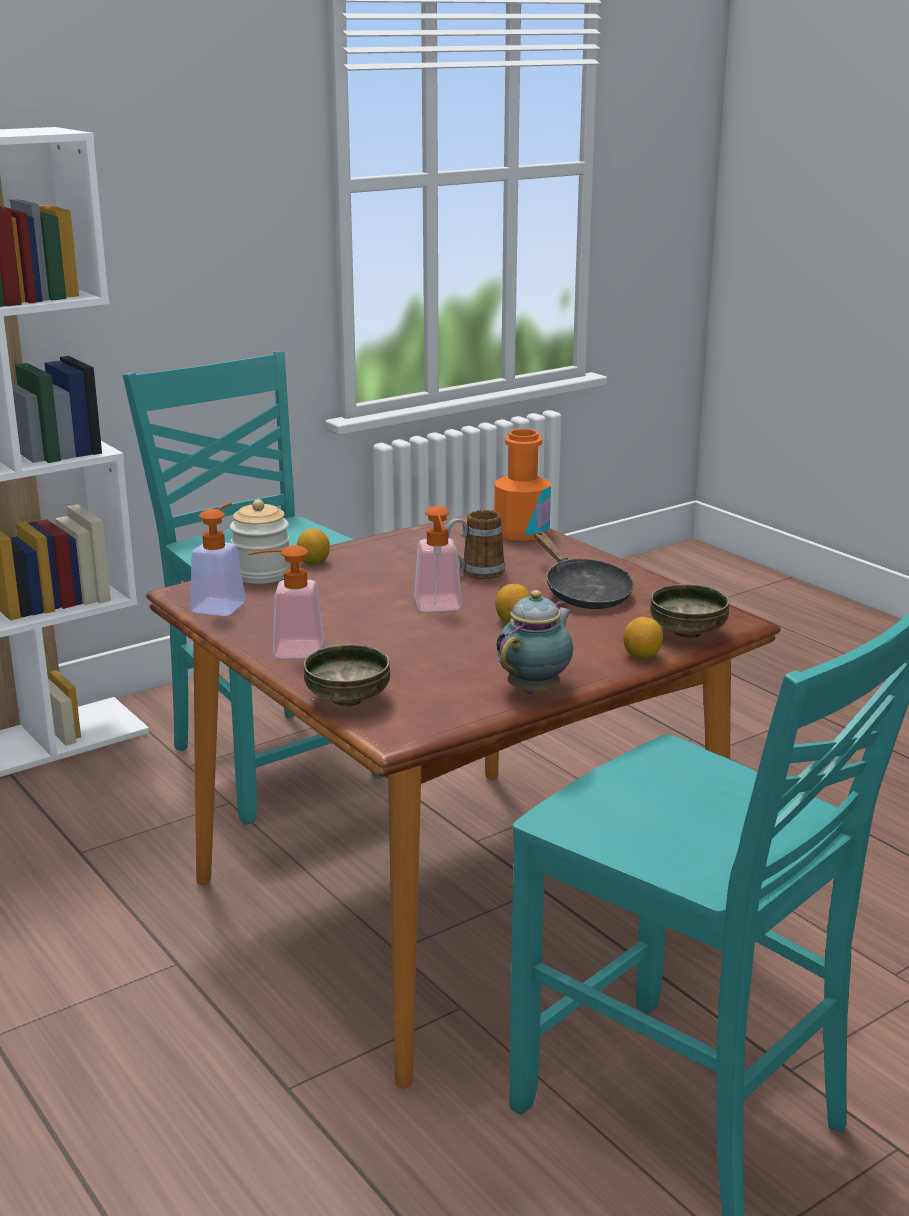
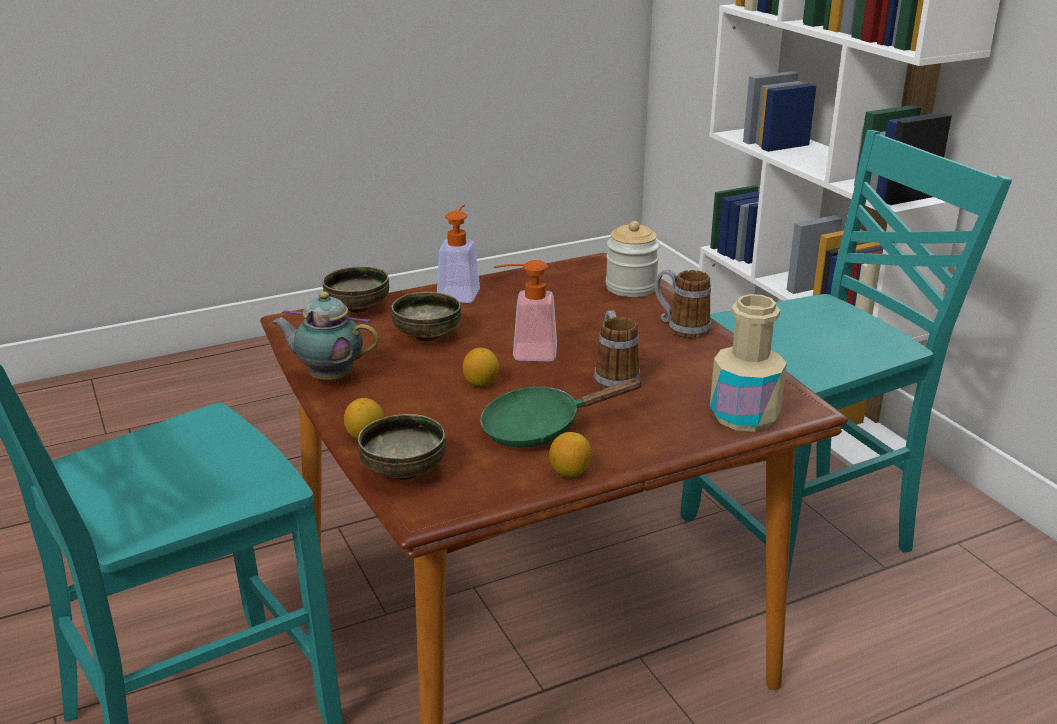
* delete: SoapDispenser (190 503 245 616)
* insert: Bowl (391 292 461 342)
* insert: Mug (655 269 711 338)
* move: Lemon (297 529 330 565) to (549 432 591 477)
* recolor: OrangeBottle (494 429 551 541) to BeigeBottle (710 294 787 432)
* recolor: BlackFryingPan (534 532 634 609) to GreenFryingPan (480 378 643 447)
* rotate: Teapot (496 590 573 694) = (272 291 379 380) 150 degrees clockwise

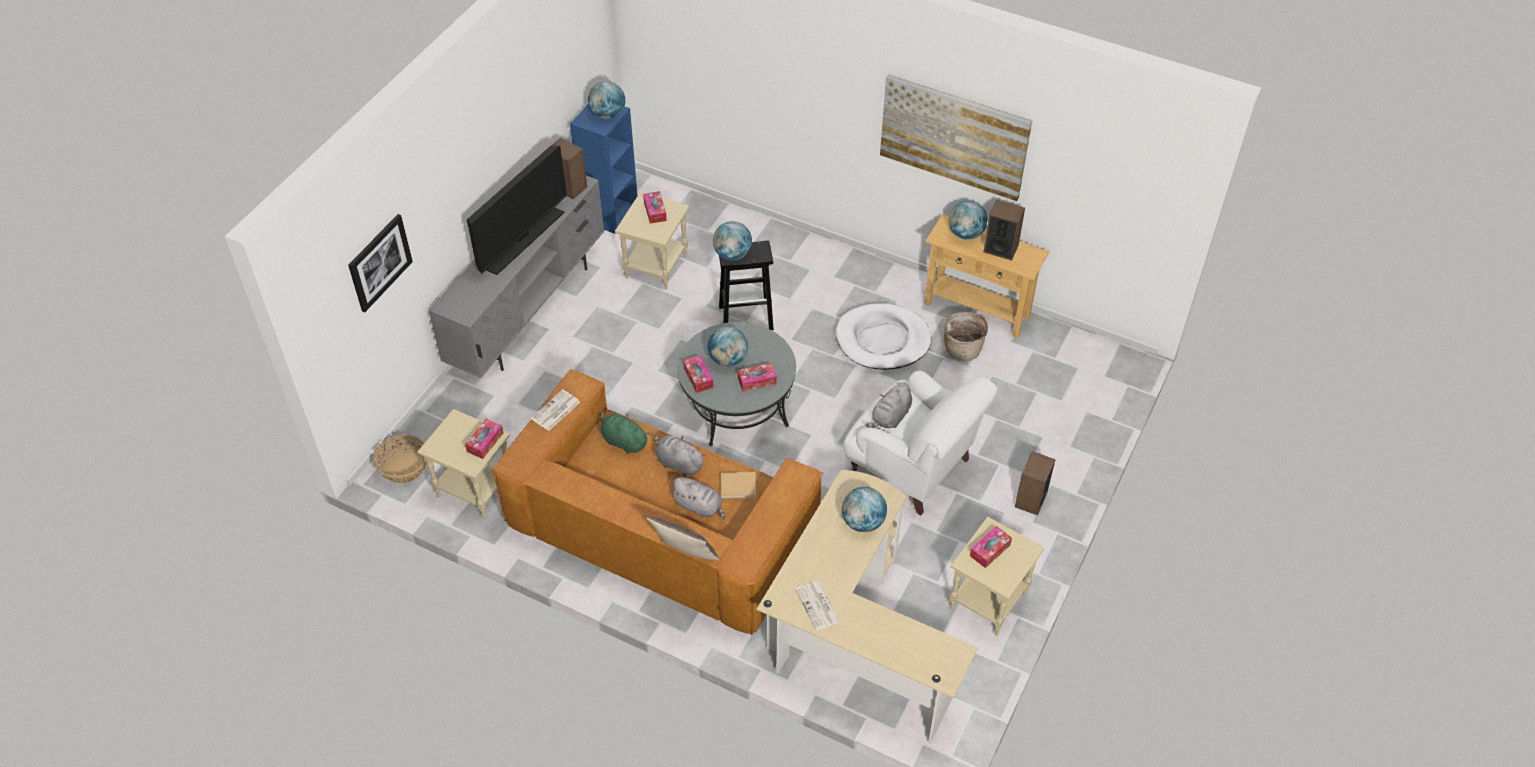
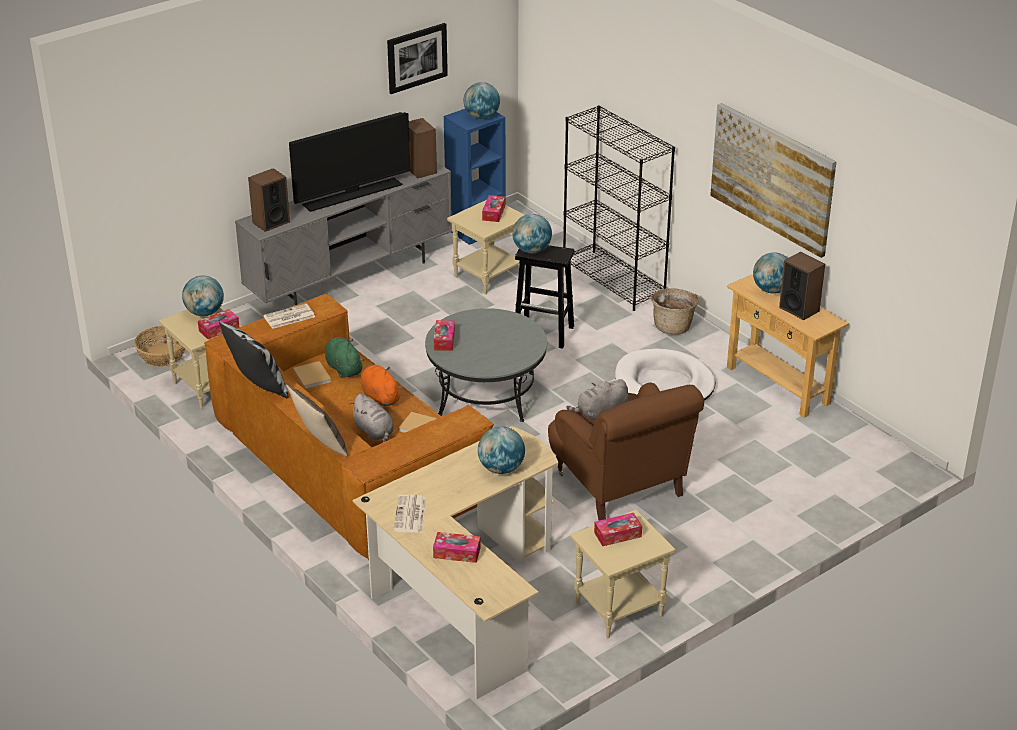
* insert: Pillow (219 321 289 398)
* insert: BeigeBook (293 361 331 389)
* insert: BlackBookcase (563 105 675 311)
* move: Picture (348 214 413 312) to (387 23 448 94)
* move: Globe (708 326 748 367) to (182 276 224 316)
* move: TissueBox (738 363 777 391) to (433 532 481 563)
* move: Basket (944 312 988 361) to (651 288 699 334)
* move: Speaker (1015 451 1056 515) to (248 168 290 232)
* recolor: GreyPlushToy (654 435 706 477) to OrangePlushToy (360 365 402 406)
* recolor: WhiteArmchair (843 370 998 516) to BrownArmchair (548 382 704 521)

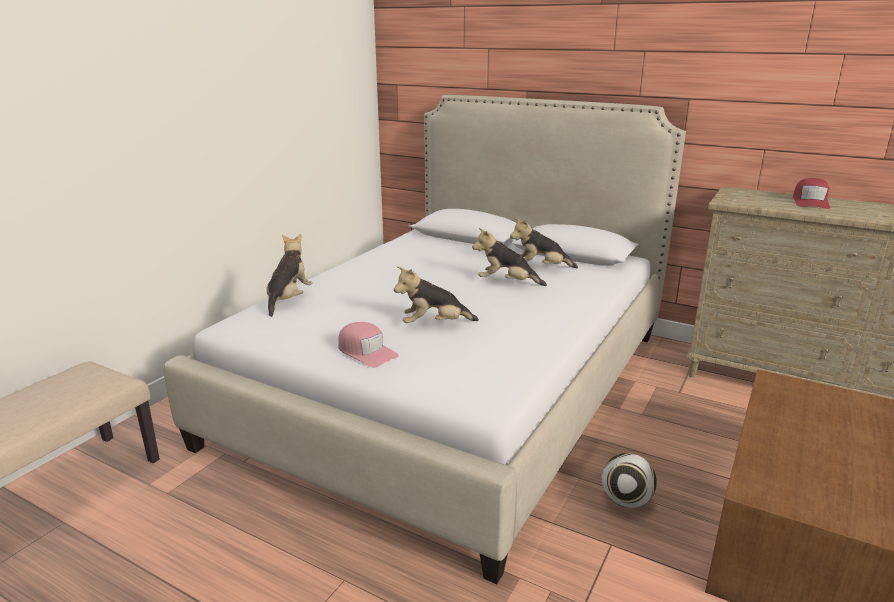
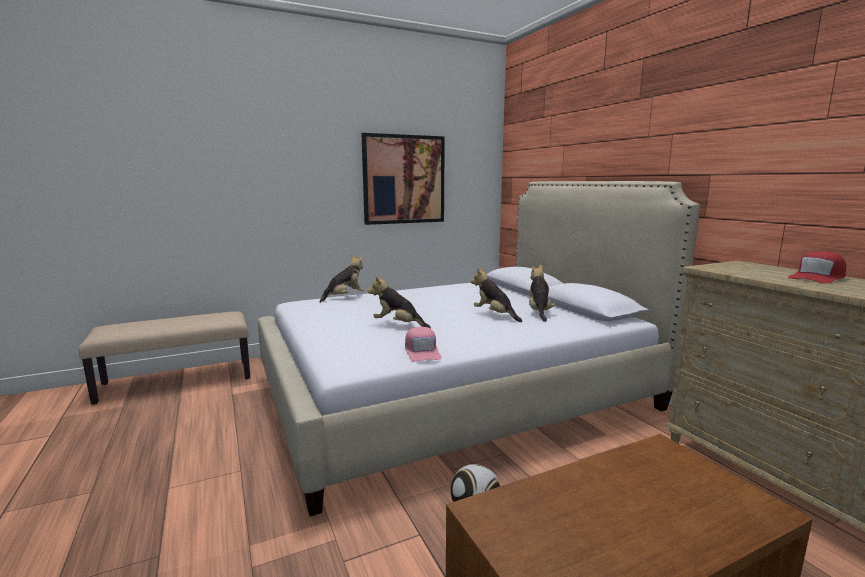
* insert: Picture (361 133 445 225)
* move: PinkCap (338 322 399 367) to (405 327 442 362)
* rotate: PlushToy (510 218 578 268) = (529 265 556 322) 60 degrees clockwise

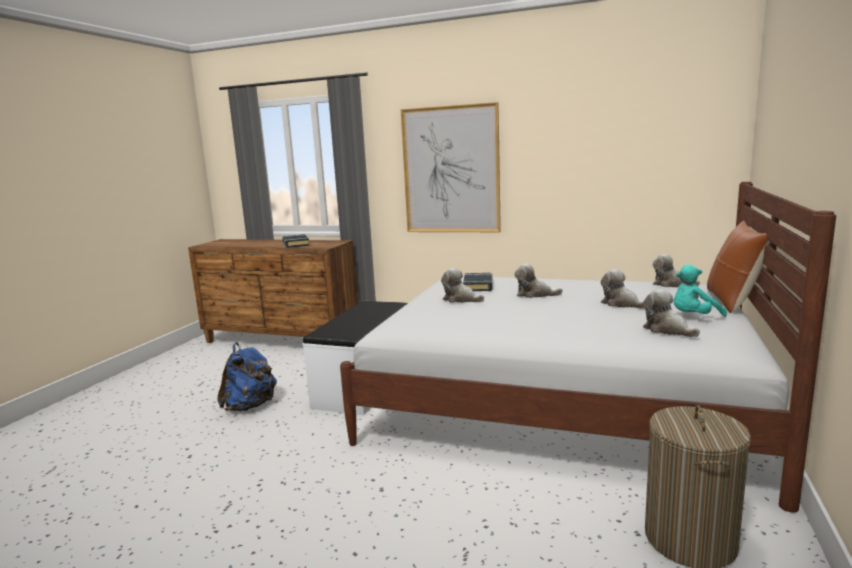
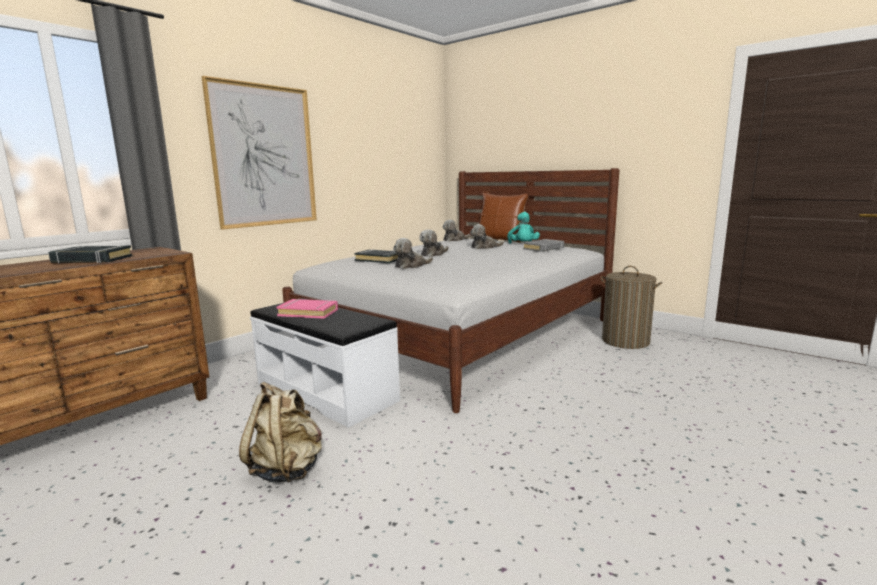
* insert: PinkBook (276 299 338 319)
* replace: PlushToy (643 289 700 337) to GreyBook (523 239 564 252)
* recolor: BlueBackpack (217 342 277 411) to BeigeBackpack (239 382 322 483)

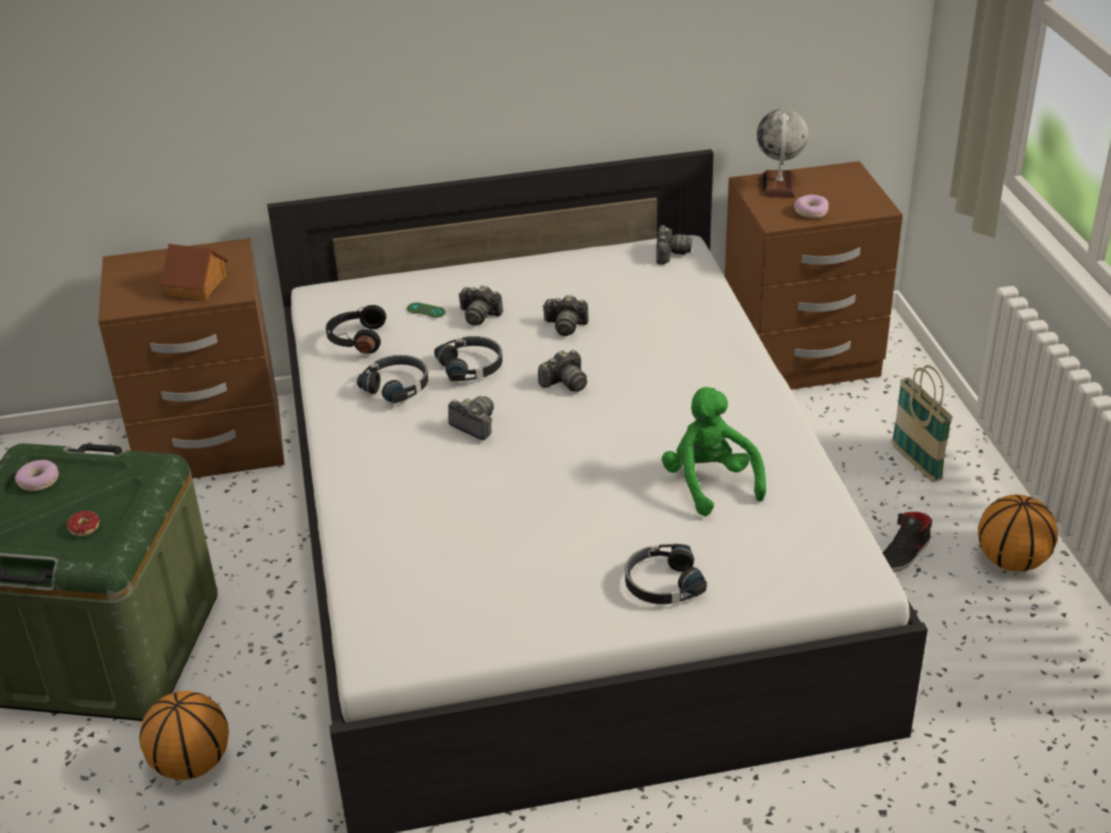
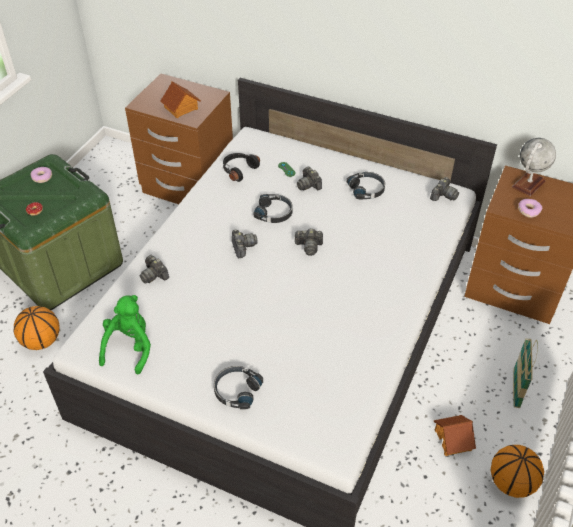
* move: BlackHeadphones (357 355 428 404) to (347 172 385 200)
* move: PhotoCamera (542 295 589 336) to (140 255 169 284)
* move: GreenPlushToy (662 387 766 516) to (99 295 151 374)
* replace: BlackShoe (882 512 932 572) to ToyHouse (434 415 476 456)

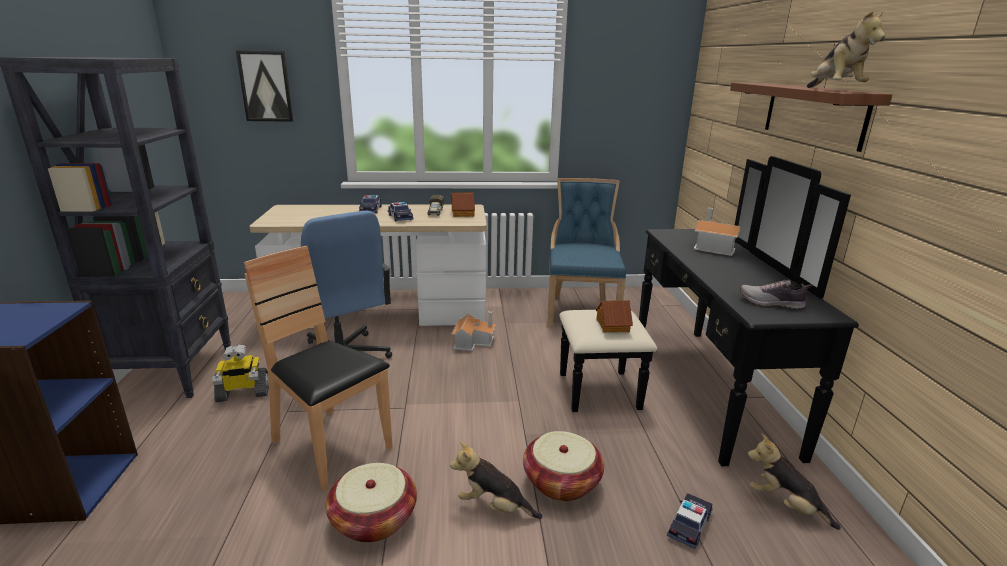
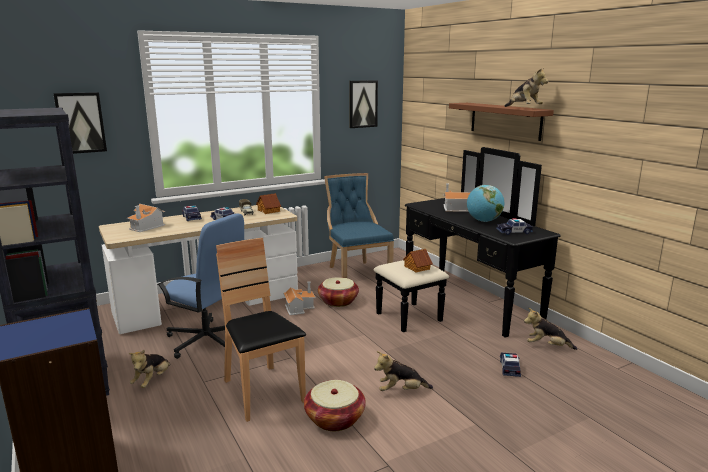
* insert: ToyHouse (127 204 165 232)
* insert: Picture (349 80 378 128)
* insert: Globe (467 185 504 222)
* move: Basket (523 431 604 501) to (318 277 359 307)
* replace: ToyRobot (212 344 269 402) to PlushToy (129 350 171 388)
* replace: Shoe (740 279 813 309) to ToyCar (496 218 533 235)
* rotate: BrownChair (244 246 393 491) = (216 238 306 422) 45 degrees clockwise

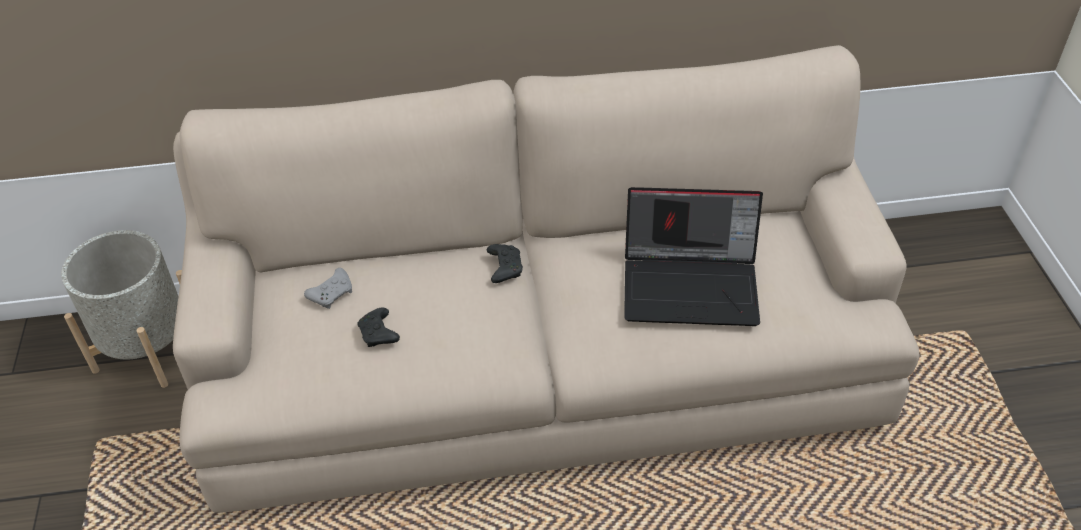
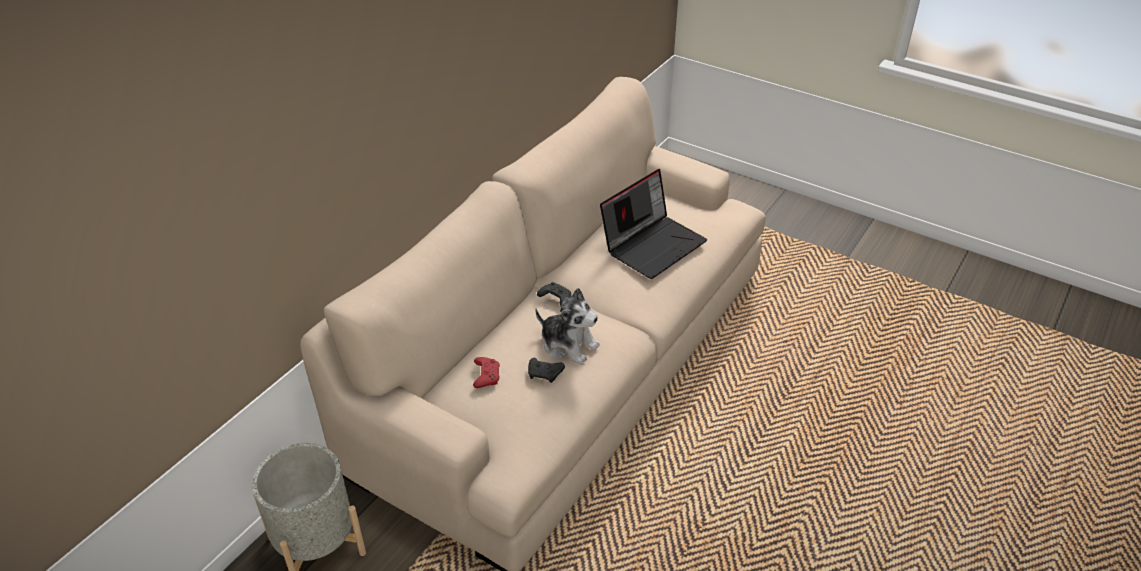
* insert: PlushToy (535 288 600 365)
* recolor: GreyGameController (304 268 352 309) to RedGameController (473 357 500 388)

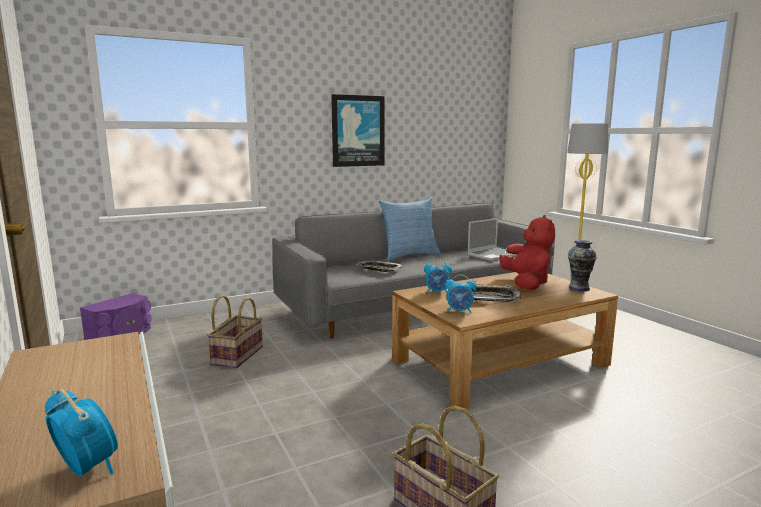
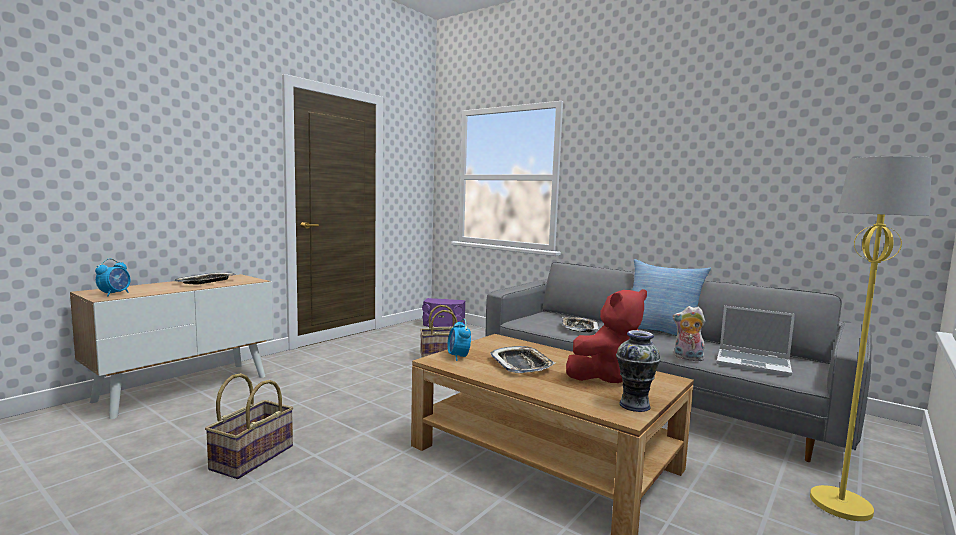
* delete: Picture (331 94 385 167)
* delete: AlarmClock (424 259 452 293)
* insert: Tray (174 272 236 285)
* insert: PlushToy (673 306 705 361)

